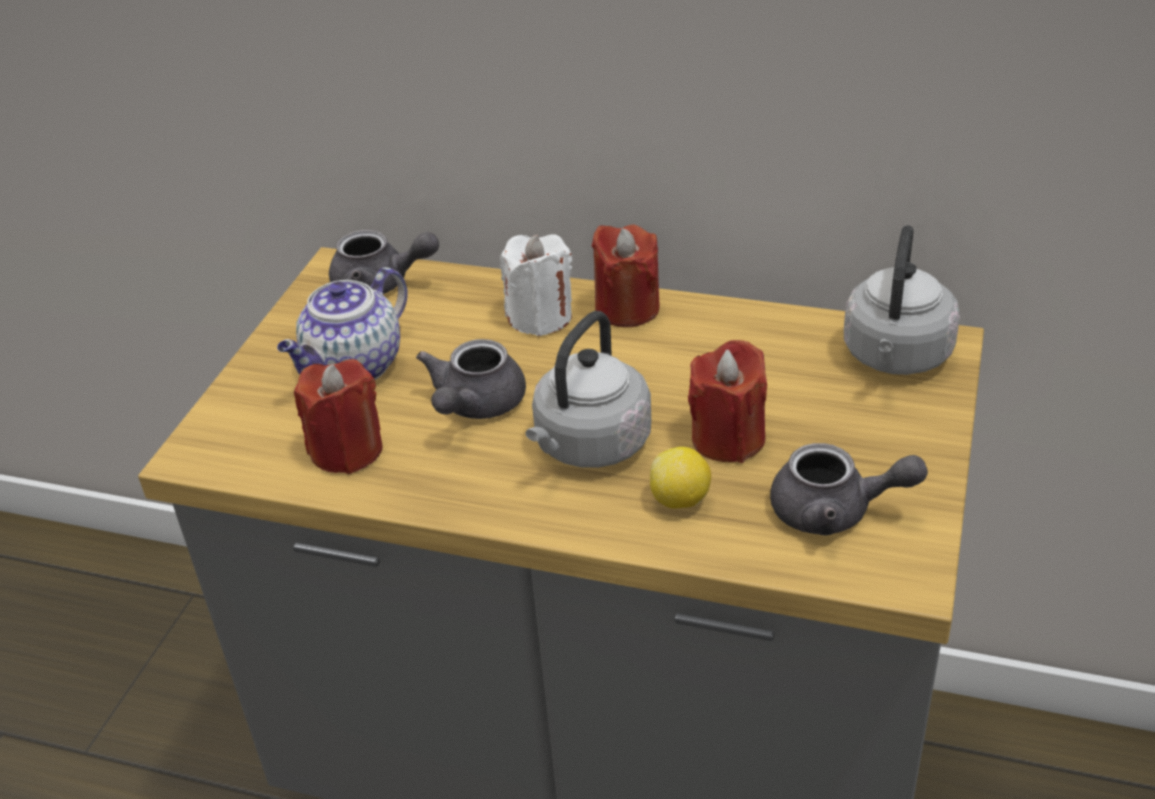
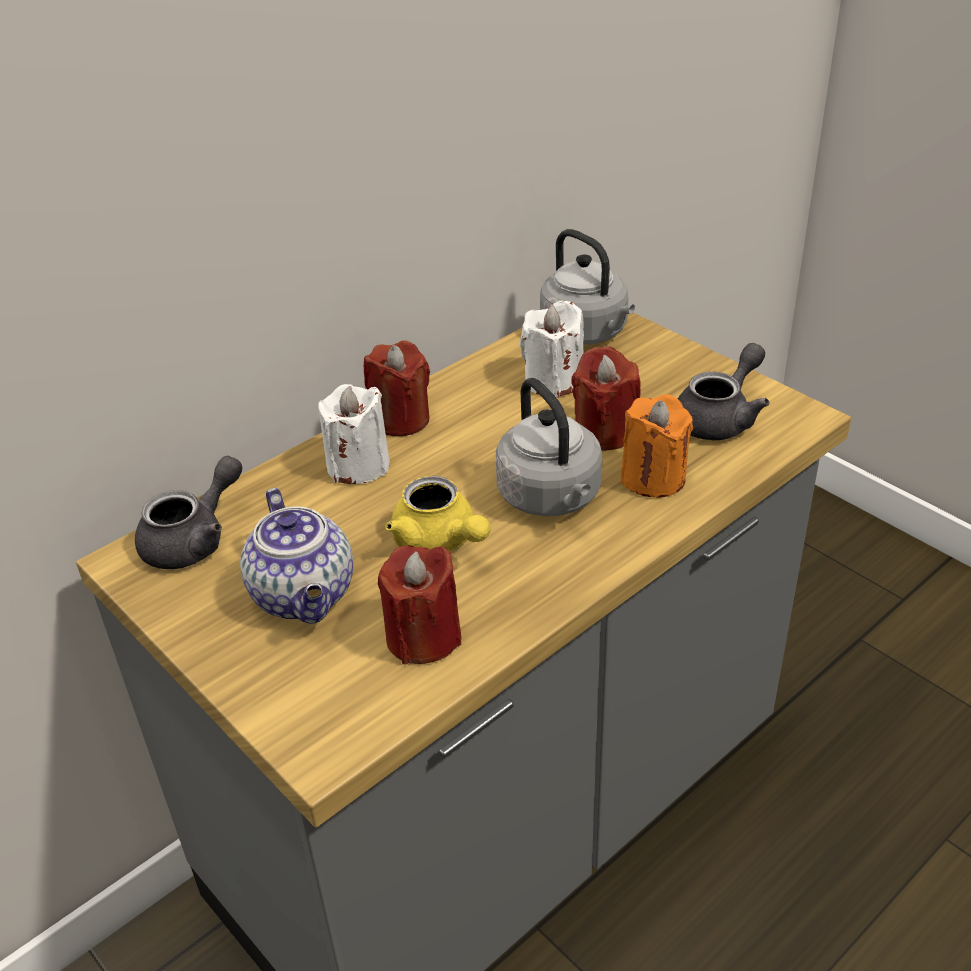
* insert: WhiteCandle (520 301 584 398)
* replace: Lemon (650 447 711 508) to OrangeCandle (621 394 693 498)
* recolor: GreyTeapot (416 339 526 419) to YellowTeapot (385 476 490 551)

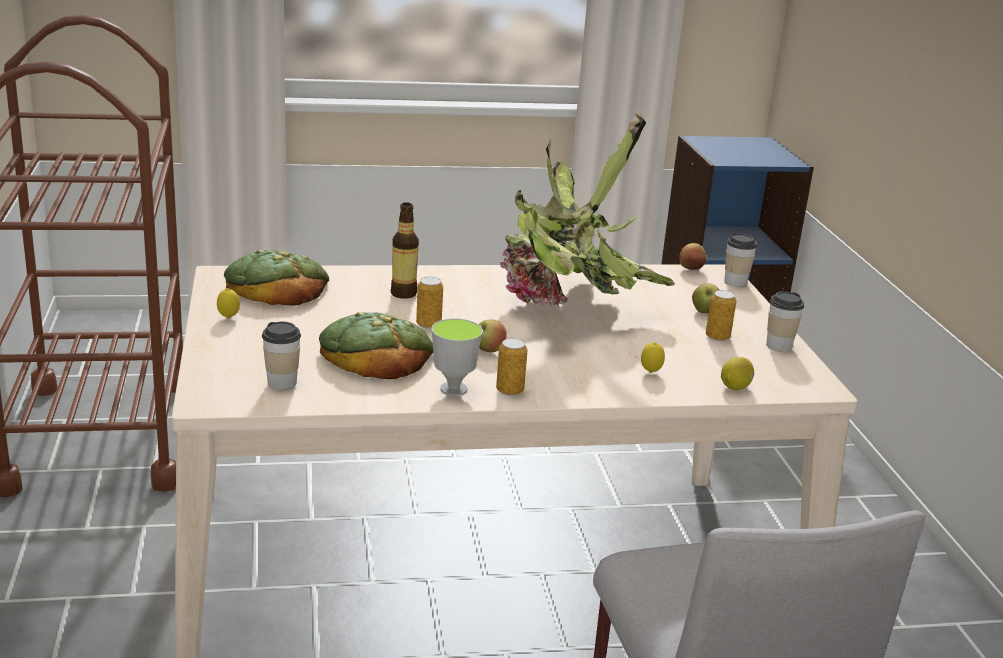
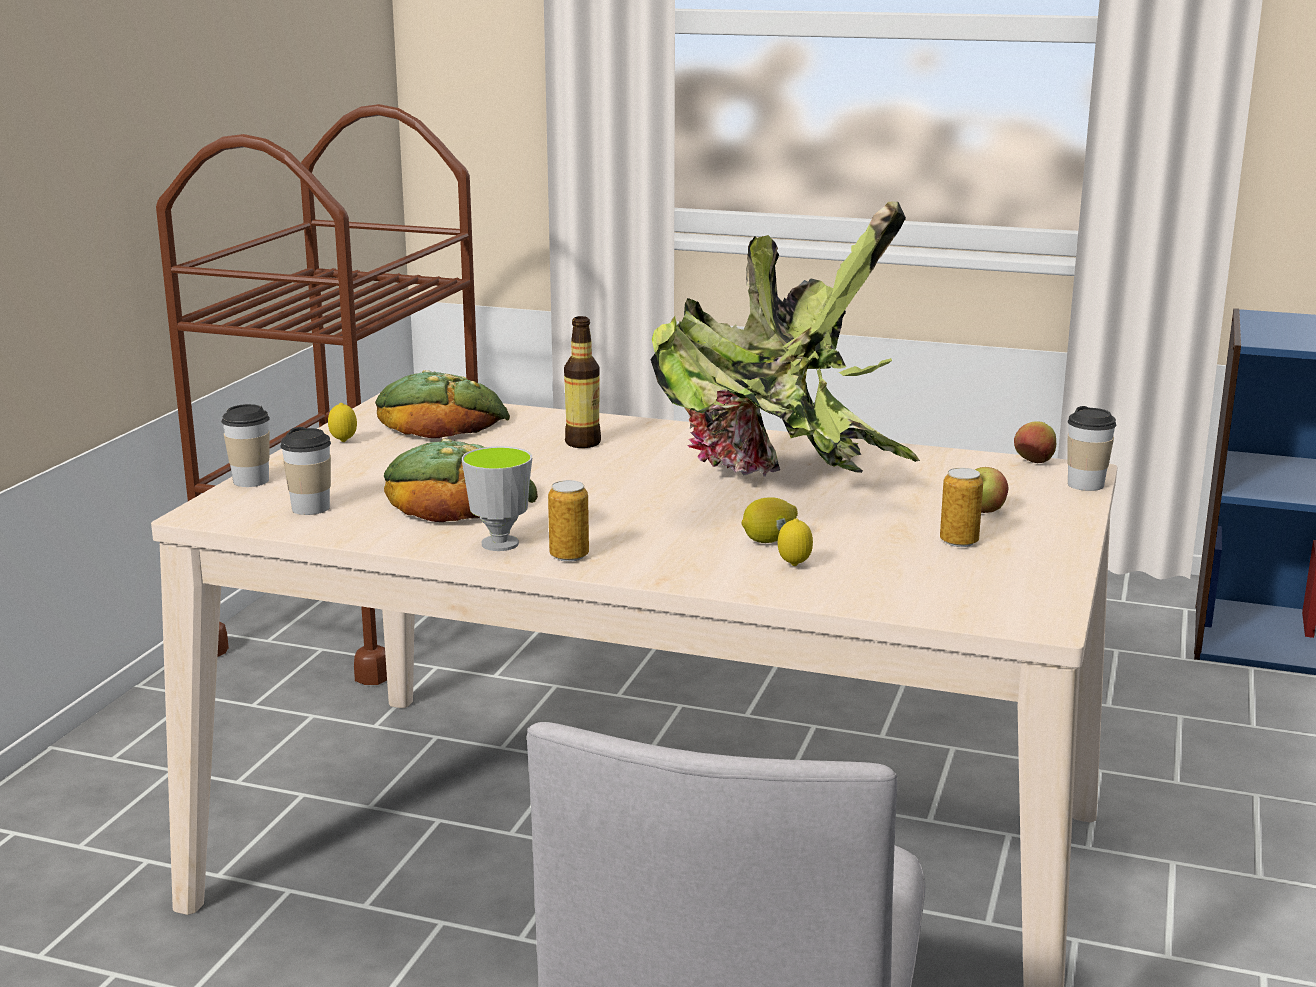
* delete: Can (416 277 443 329)
* delete: Apple (479 319 507 352)
* move: Lemon (721 357 754 390) to (742 497 798 543)
* move: Cup (766 292 804 352) to (221 404 270 487)

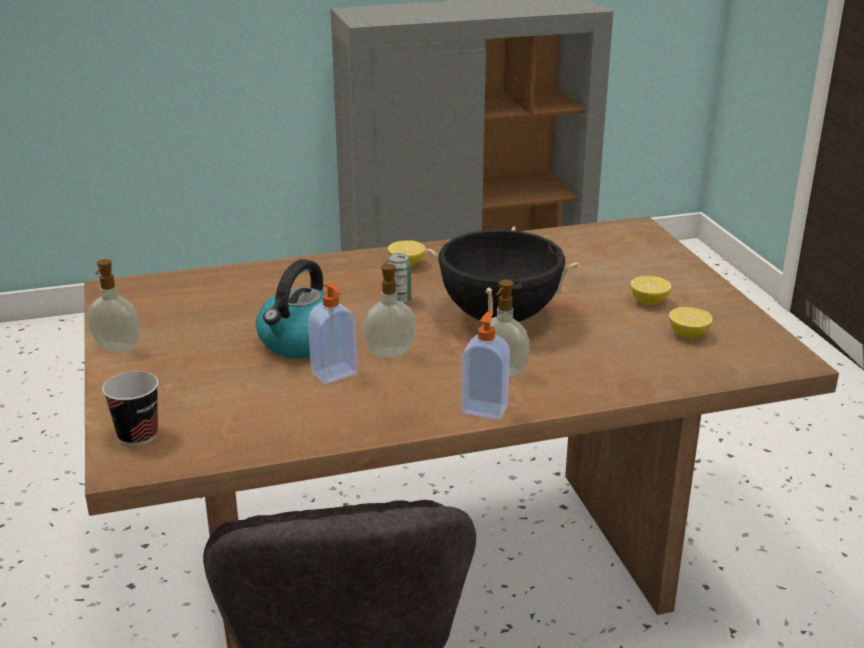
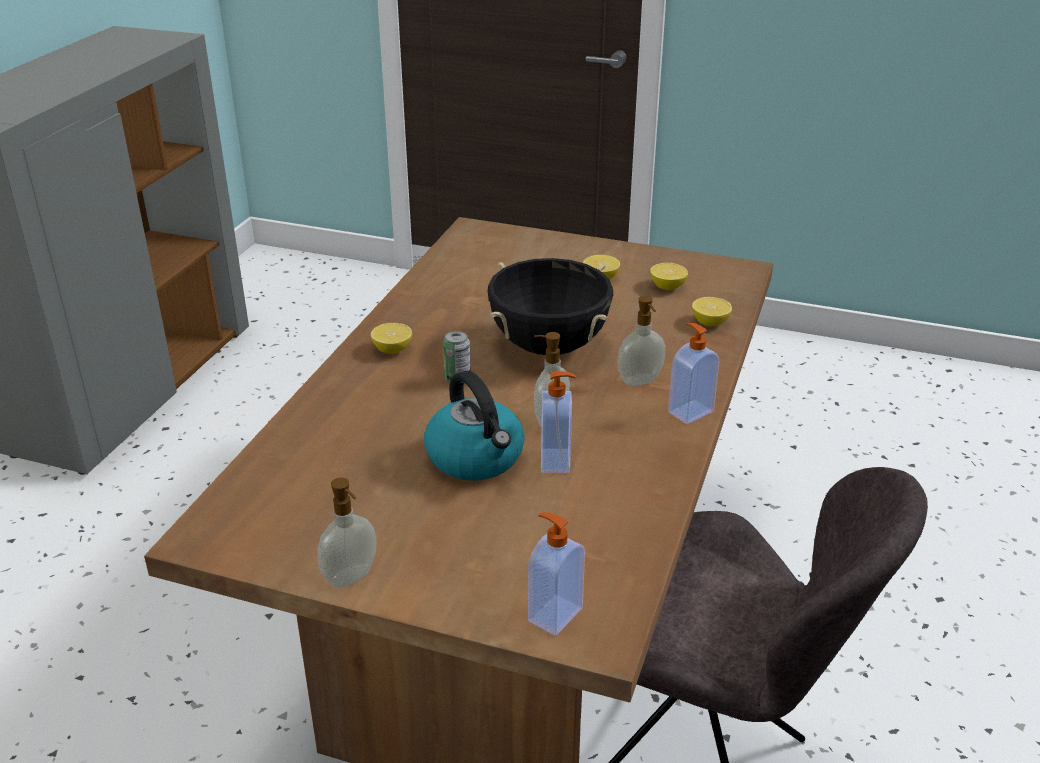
* insert: Lemon (692 297 732 326)
* replace: Cup (102 371 158 446) to SoapDispenser (528 512 585 636)

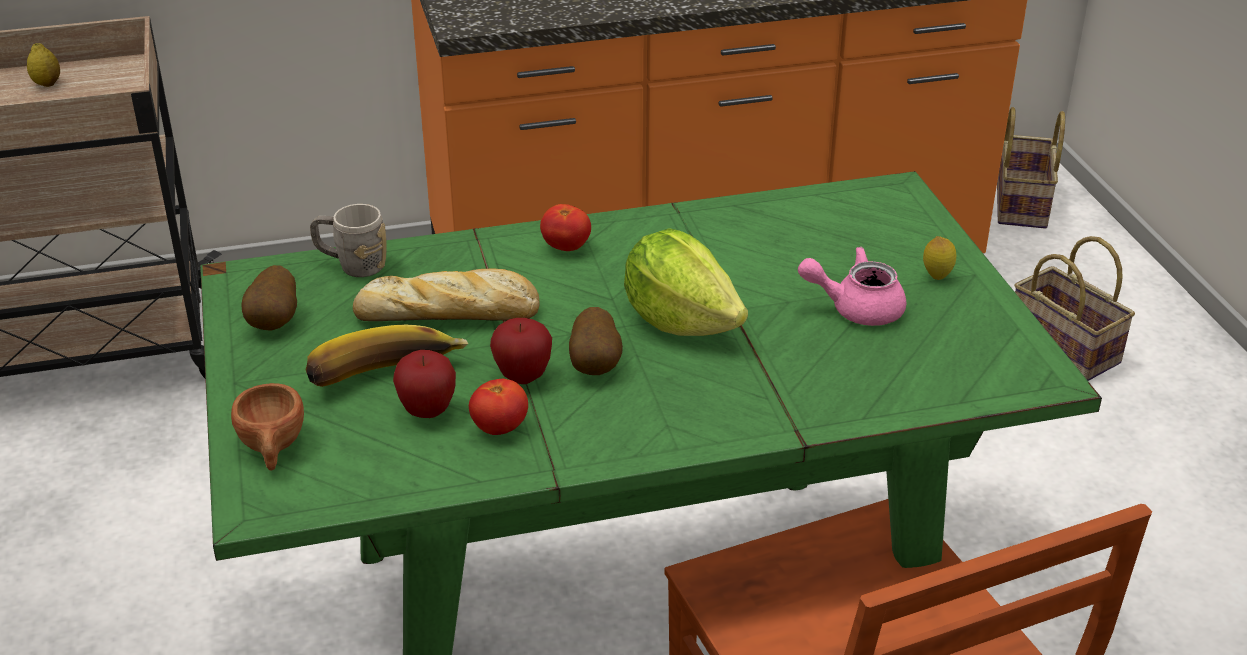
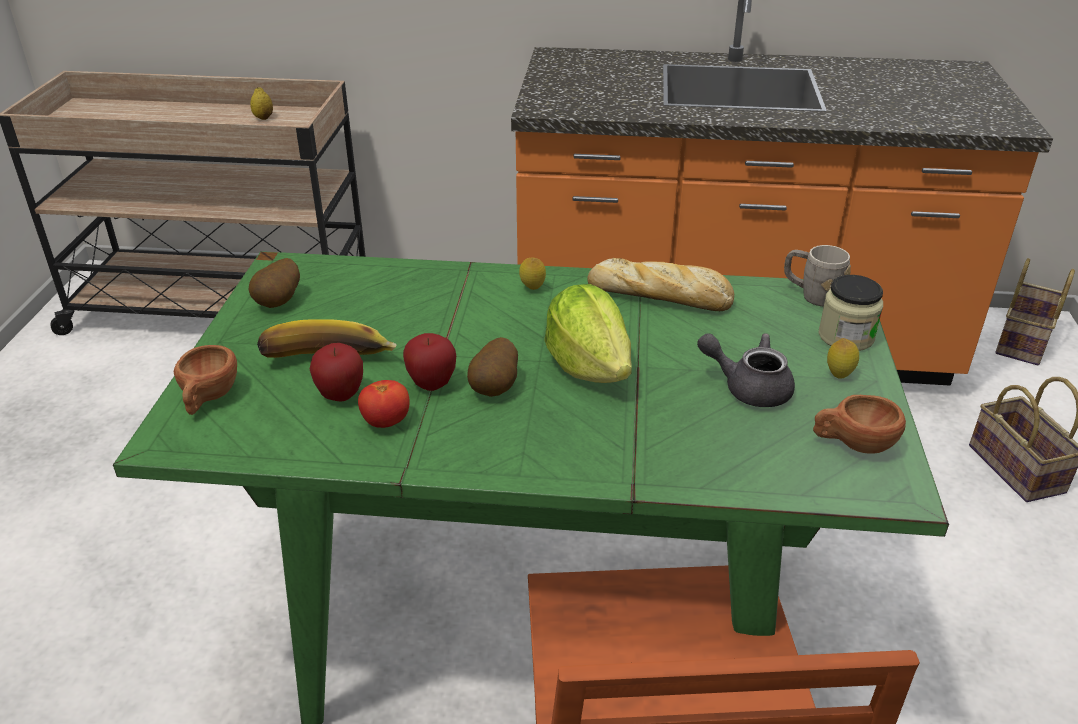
* insert: BrownCup (813 395 906 454)
* insert: Jar (819 275 883 351)
* move: GreyMug (310 204 387 277) to (784 245 851 306)
* move: Bread (353 268 540 321) to (587 258 734 311)
* replace: Tomato (540 204 591 251) to Lemon (519 257 546 290)
* recolor: PinkTeapot (798 247 906 326) to GreyTeapot (697 333 795 407)

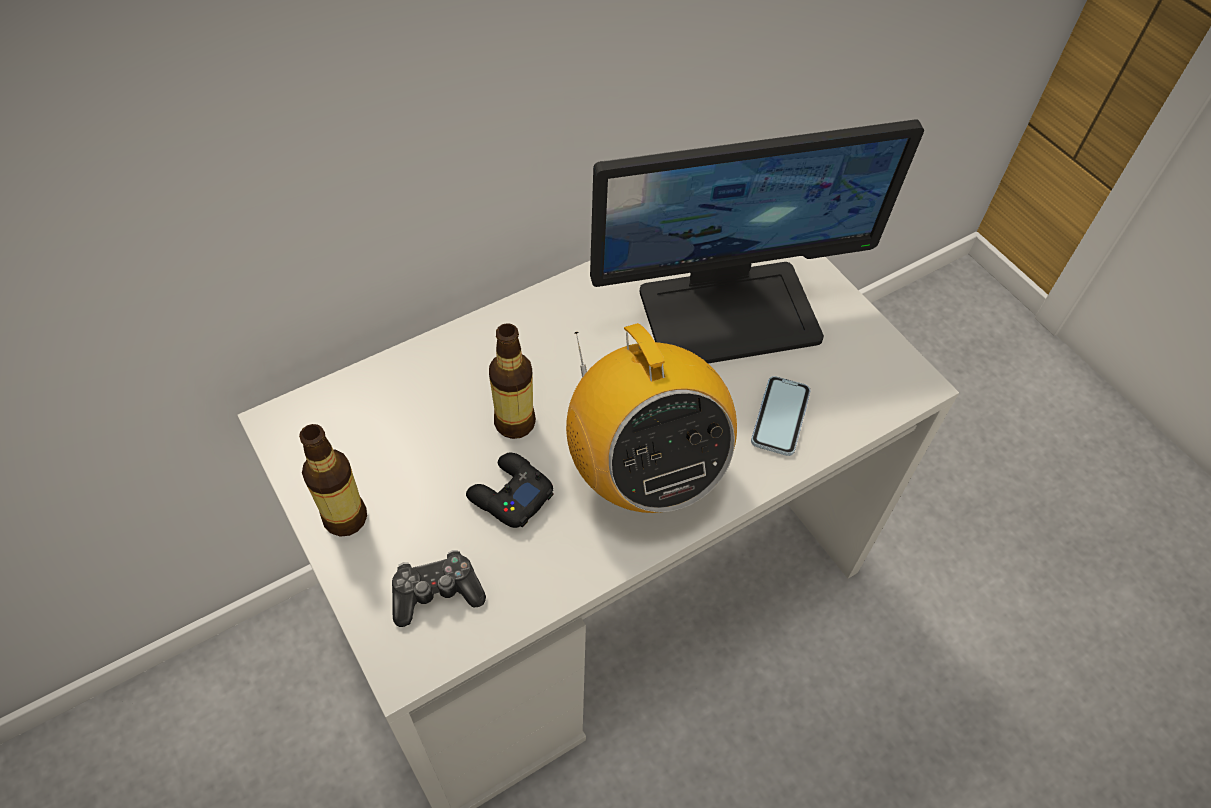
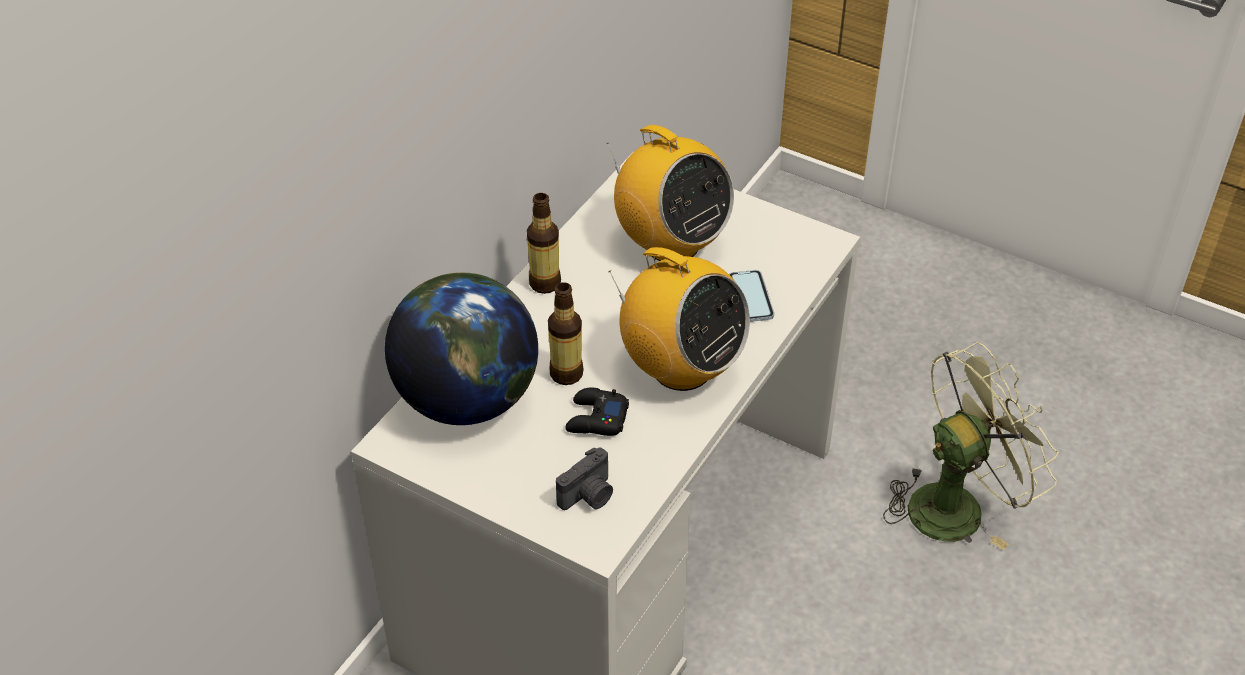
* insert: Globe (385 272 538 425)
* insert: GreenFan (883 342 1059 550)
* move: Bottle (299 424 367 537) to (527 193 561 294)
* replace: GameController (392 550 486 627) to PhotoCamera (556 448 613 510)
* replace: Monitor (590 119 924 363) to Radio (607 125 734 261)

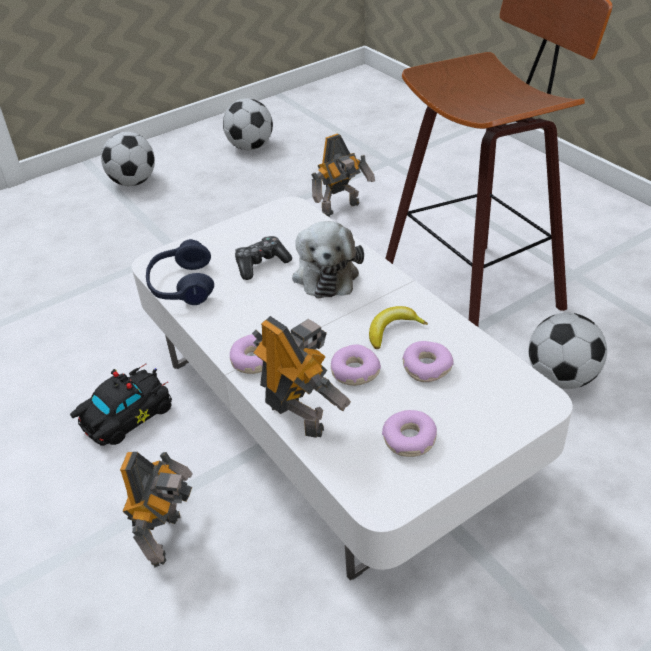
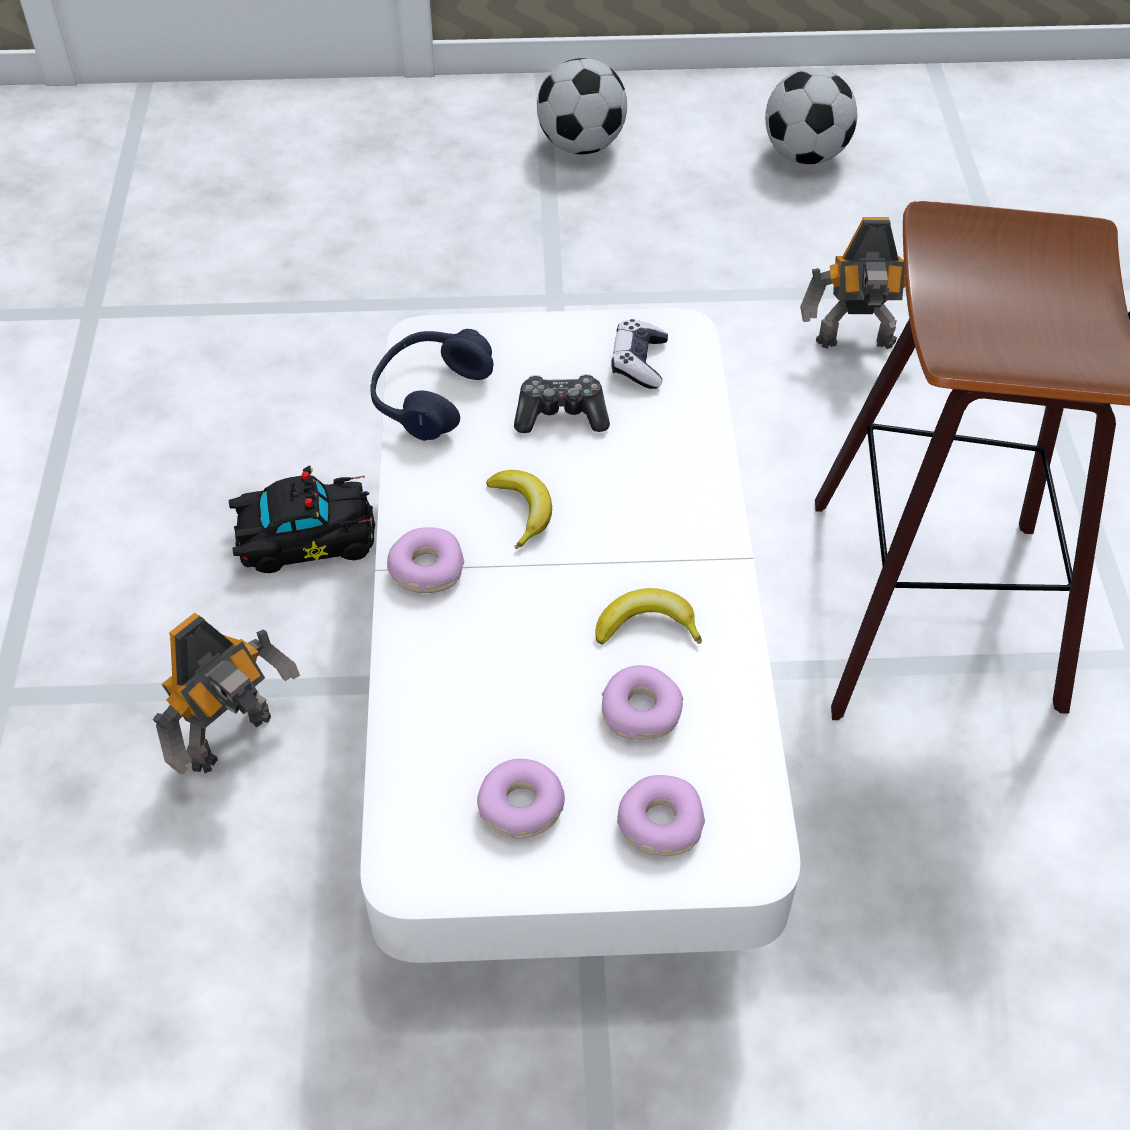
* delete: ToyRobot (252 316 351 438)
* delete: PlushToy (292 221 364 298)
* delete: Football (528 313 607 389)
* insert: Banana (486 470 552 549)
* insert: GameController (611 319 668 389)
* move: Donut (331 344 381 386) to (617 775 705 856)

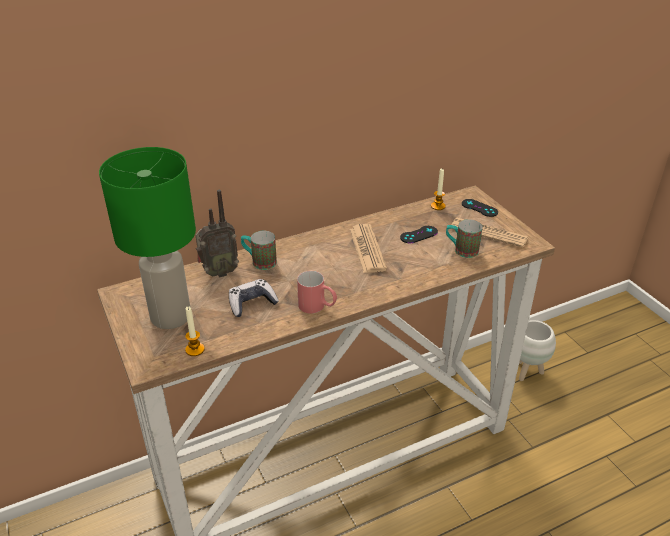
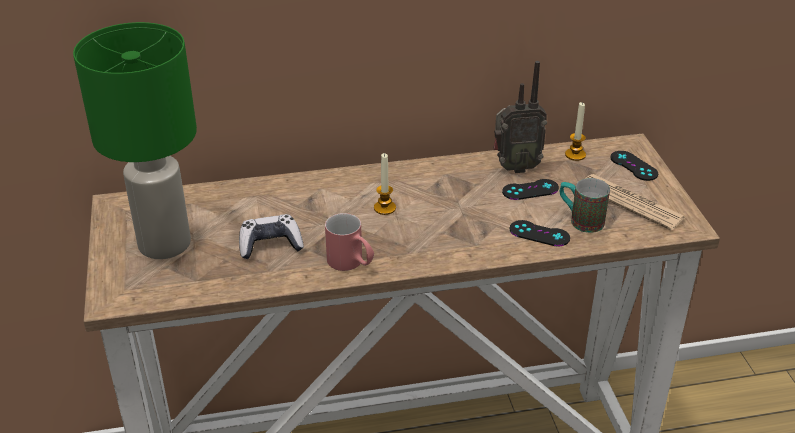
* delete: Mug (241 231 277 270)
* delete: Newspaper (349 224 387 273)
* delete: WhitePlanter (519 320 556 381)
* insert: BlackGameController (510 220 570 247)
* move: Candle (185 306 205 356) to (374 153 396 215)
* move: Radio (195 190 239 278) to (493 61 547 173)

